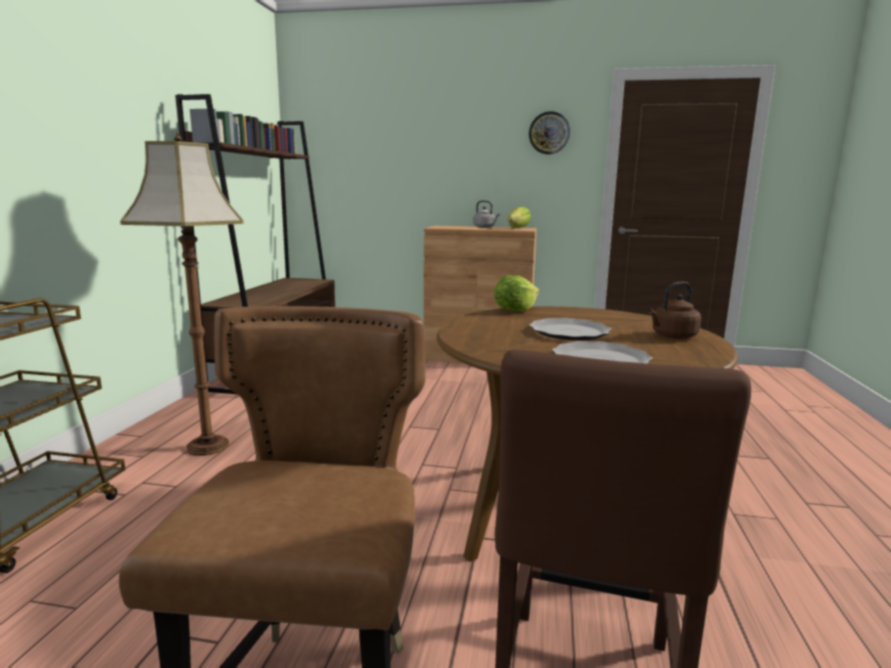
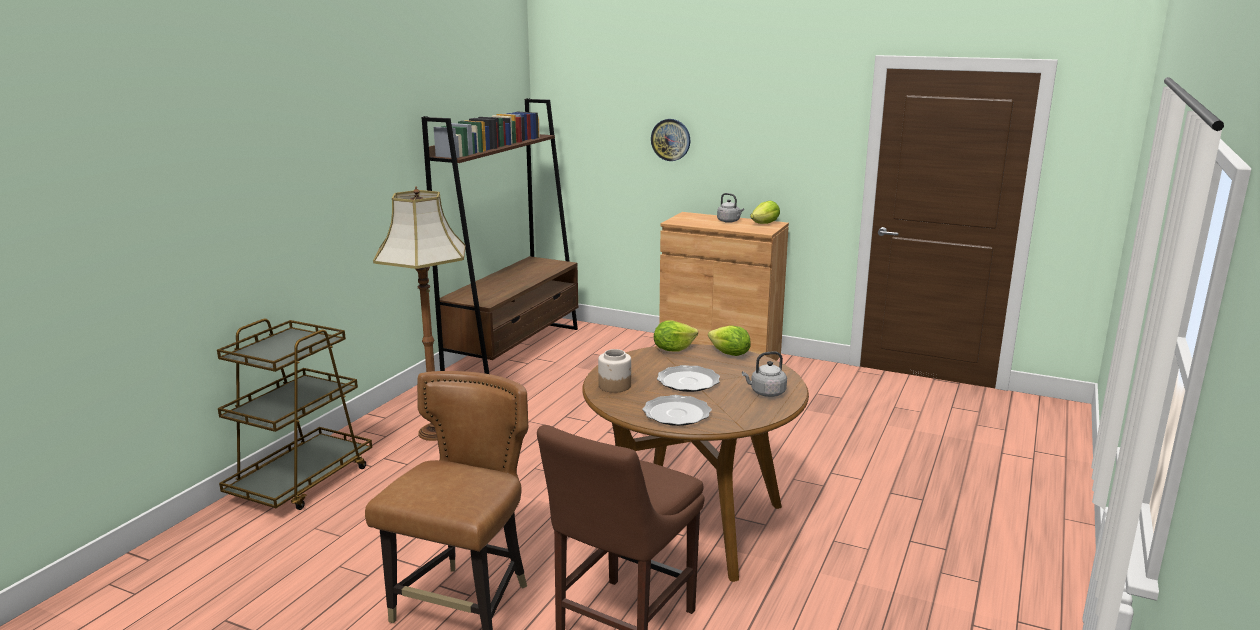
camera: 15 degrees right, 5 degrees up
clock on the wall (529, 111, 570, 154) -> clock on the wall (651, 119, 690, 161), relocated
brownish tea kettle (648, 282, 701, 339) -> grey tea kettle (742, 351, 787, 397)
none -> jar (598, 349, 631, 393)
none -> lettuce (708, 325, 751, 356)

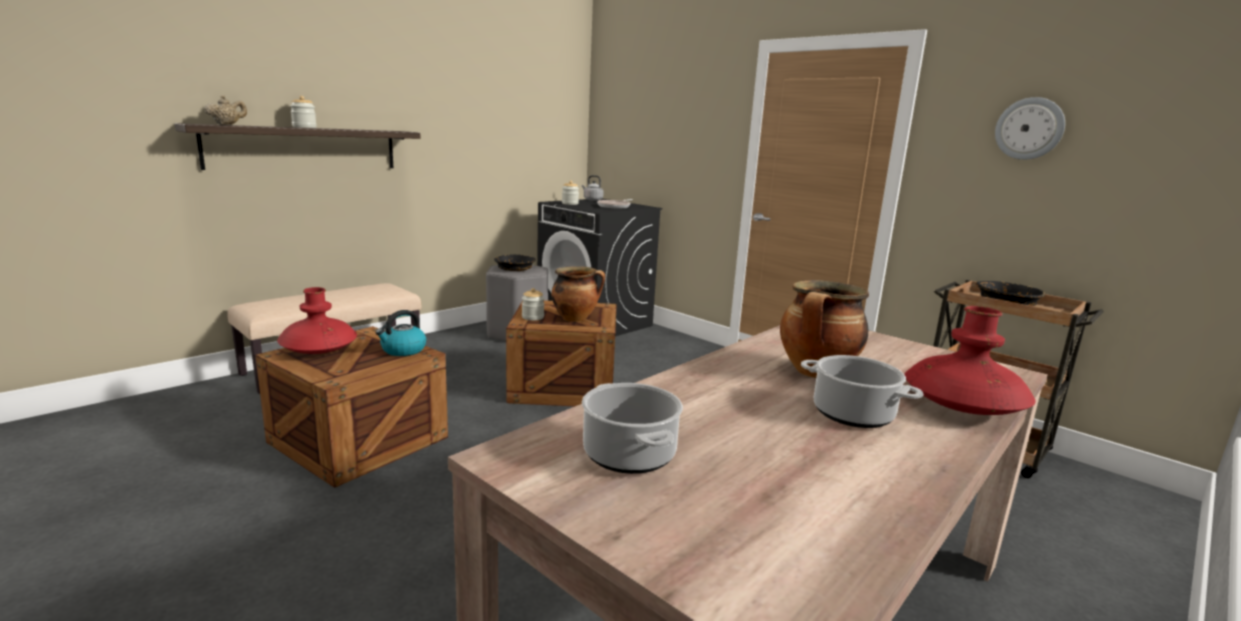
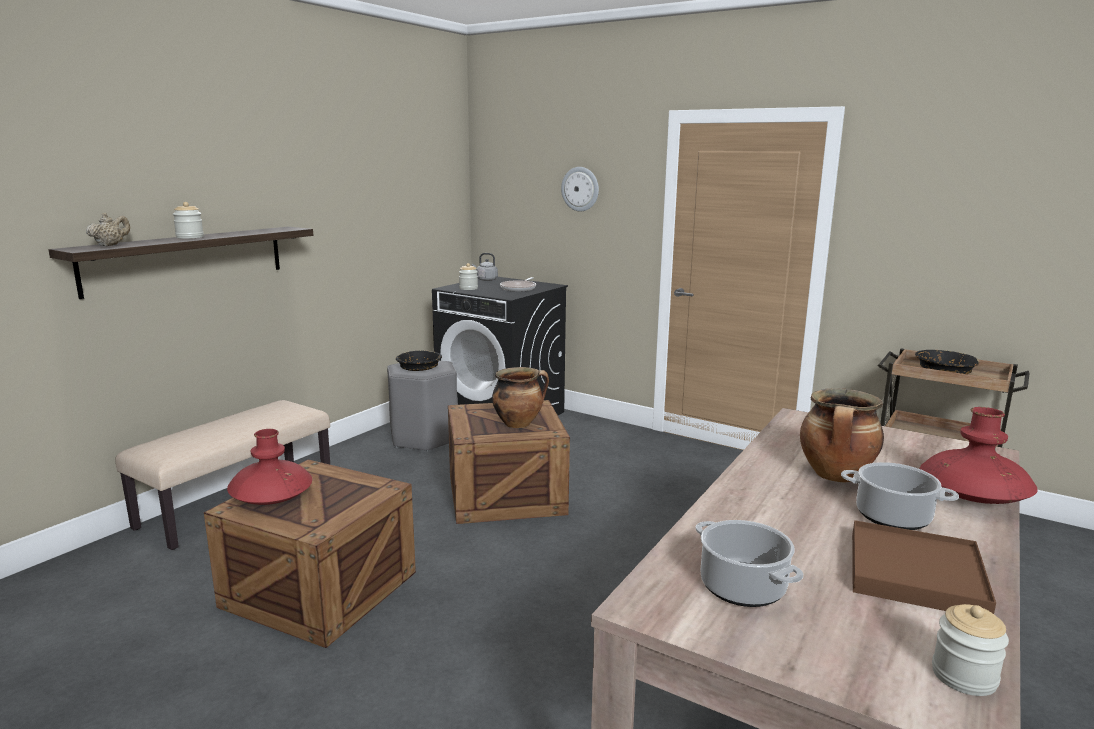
camera: 10 degrees left, 0 degrees up
tea kettle (375, 310, 426, 356) -> none
jar (522, 288, 545, 320) -> jar (932, 604, 1009, 696), relocated
clock on the wall (995, 97, 1065, 160) -> clock on the wall (561, 167, 599, 211), relocated
none -> brownish tray (852, 520, 996, 614)

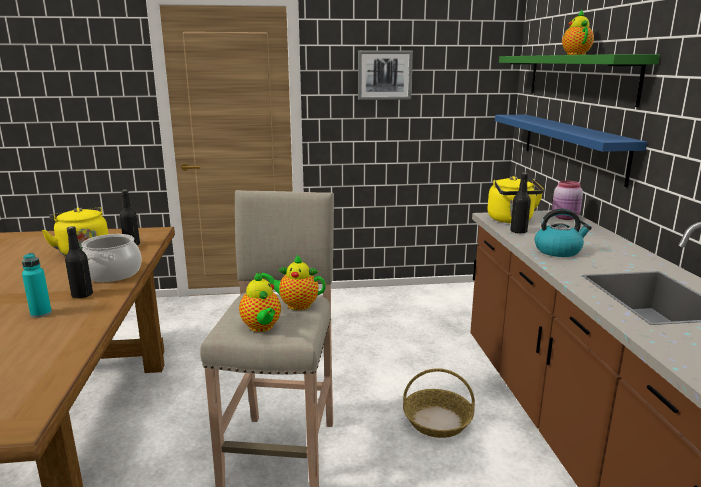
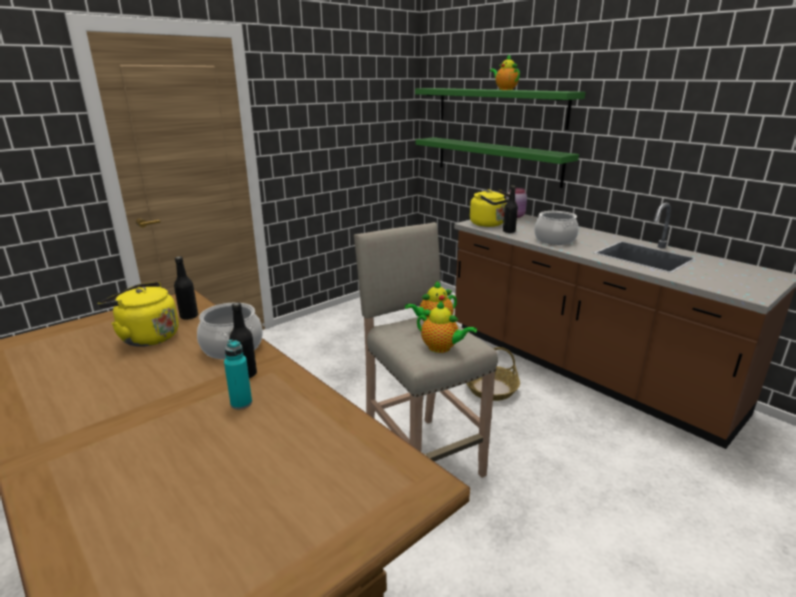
camera: 35 degrees left, 5 degrees up
wall art (358, 50, 413, 100) -> none
bluish bracket shelf (495, 115, 647, 187) -> green bracket shelf (416, 137, 579, 188)
tea kettle (535, 209, 592, 257) -> saucepot (534, 211, 579, 245)

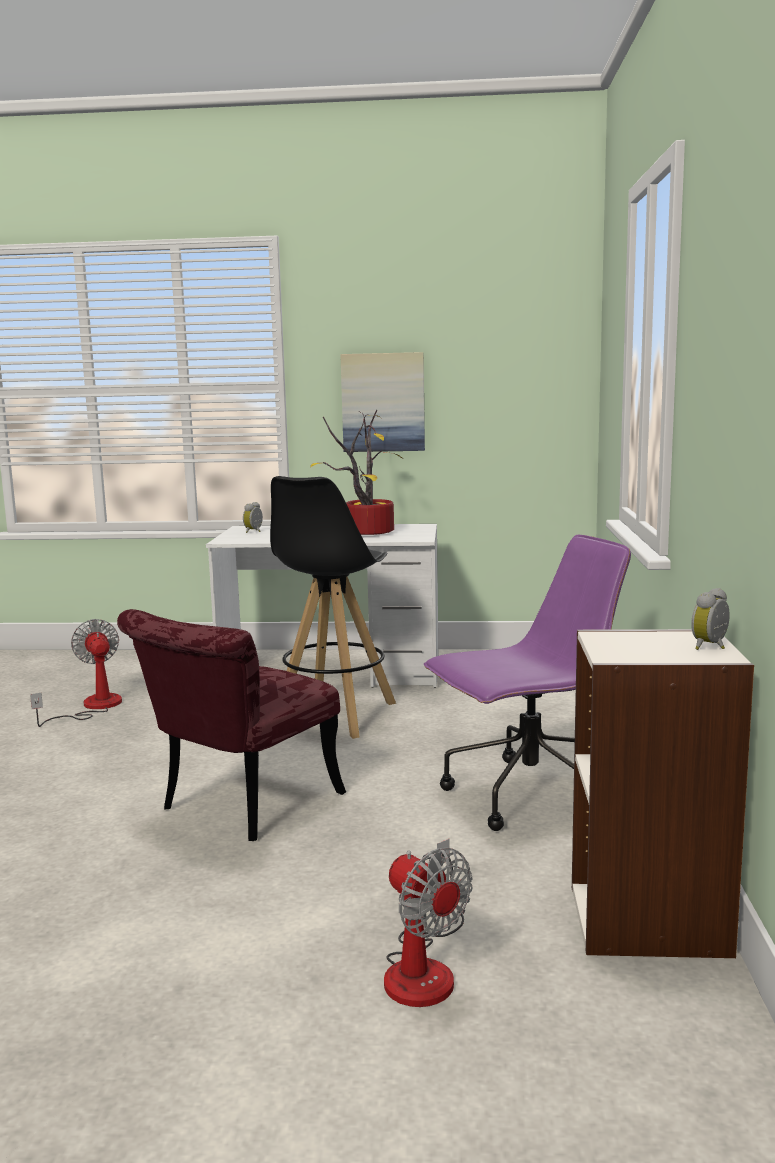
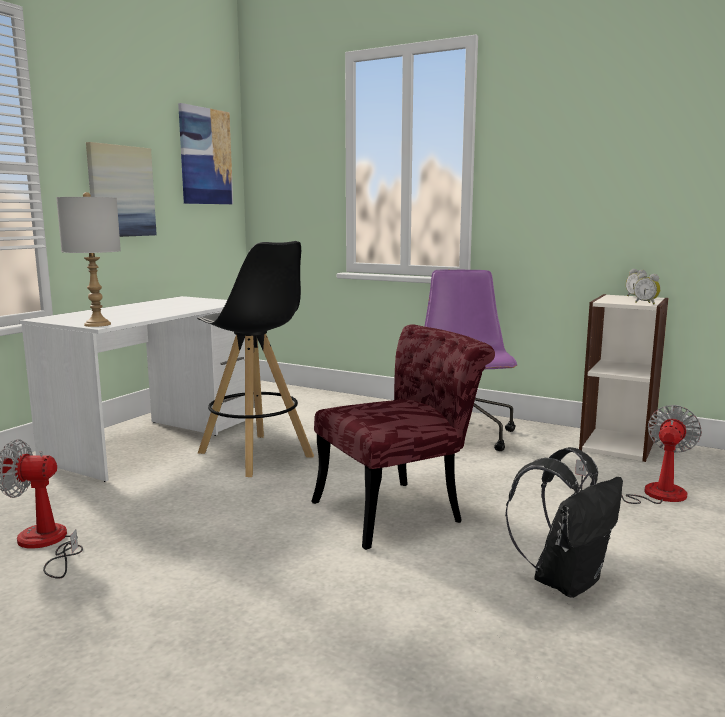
camera: 65 degrees left, 0 degrees up
reddish plain chair (117, 609, 346, 841) -> reddish plain chair (311, 325, 495, 550), 90 degrees counterclockwise
table clock (243, 502, 263, 533) -> table clock (634, 273, 660, 305), relocated
houseplant (310, 410, 402, 535) -> none
electric fan (384, 839, 473, 1007) -> electric fan (575, 405, 702, 504), 45 degrees counterclockwise
none -> grey tabletop lamp (56, 192, 121, 327)
none -> wall art (178, 103, 233, 204)
none -> black-coloured backpack (505, 447, 623, 598)

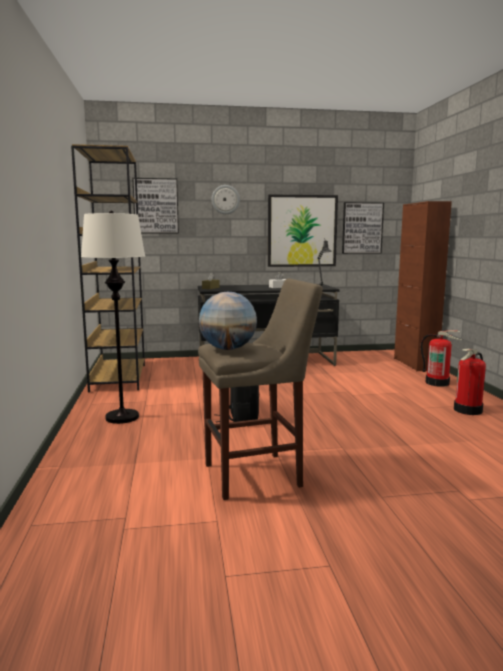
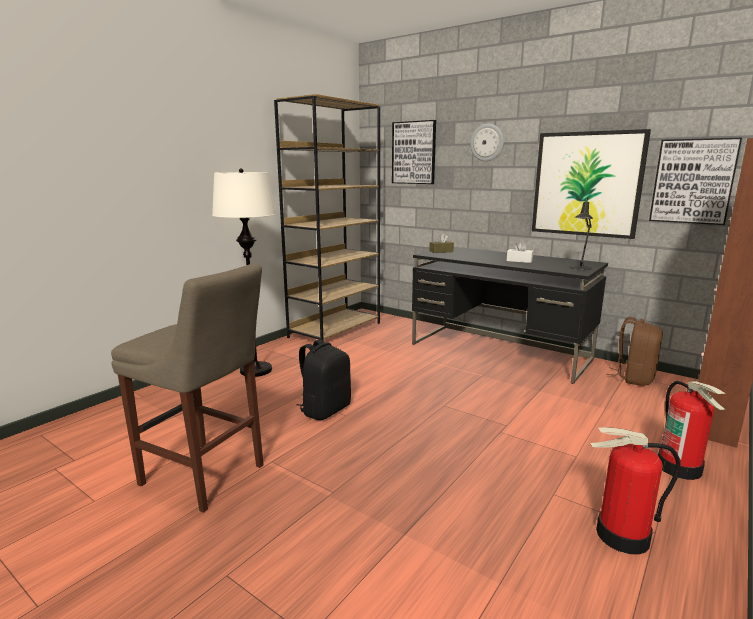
camera: 45 degrees right, 5 degrees up
globe (199, 292, 257, 350) -> none
none -> brownish backpack (606, 317, 663, 386)

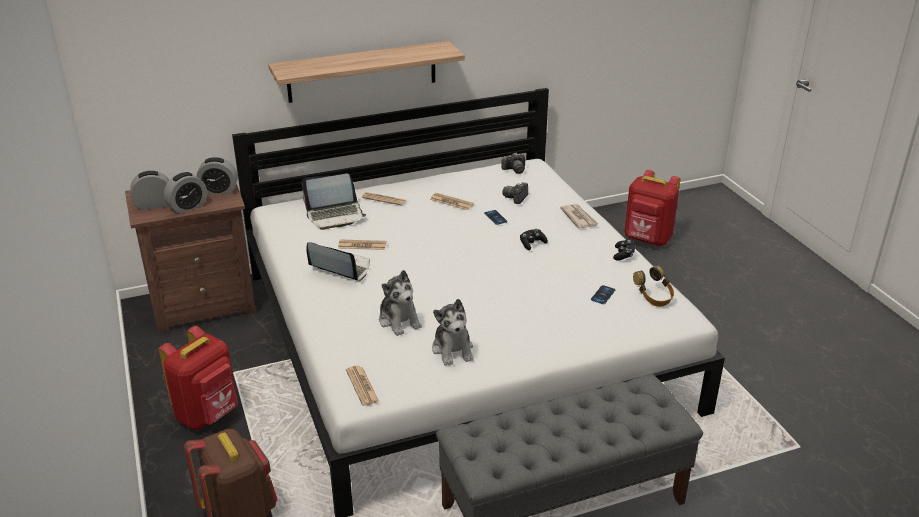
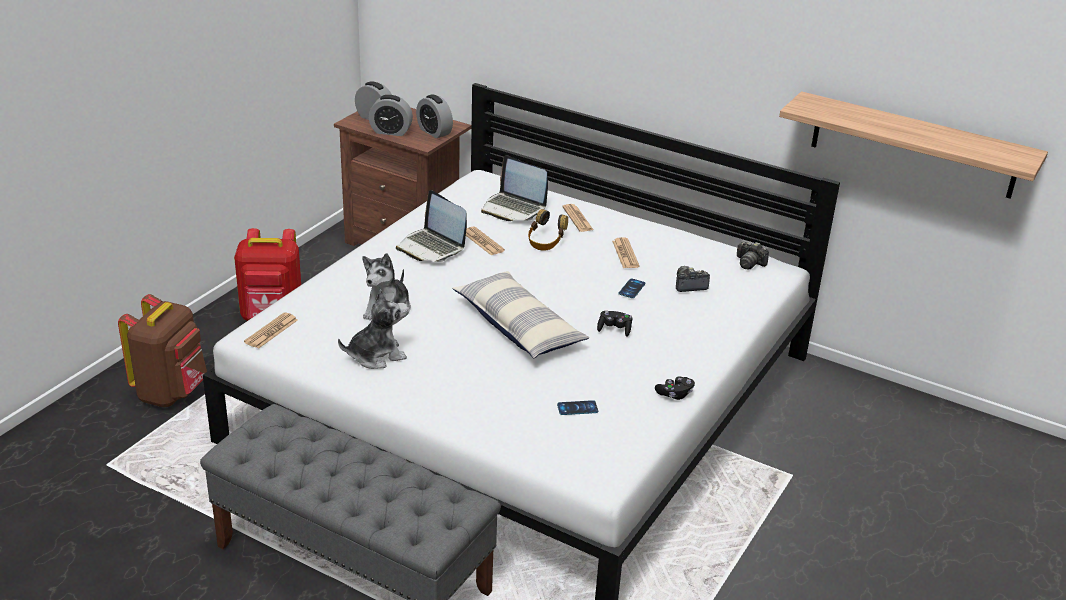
camera: 50 degrees right, 0 degrees up
bracket shelf (268, 41, 465, 103) -> bracket shelf (779, 91, 1048, 199), relocated
laptop (306, 242, 370, 282) -> laptop (396, 190, 467, 262), 150 degrees clockwise
plush toy (432, 299, 474, 366) -> plush toy (338, 289, 408, 369), 150 degrees counterclockwise
newspaper (560, 204, 598, 229) -> none
reddish backpack (625, 170, 680, 246) -> none
headphones (633, 266, 674, 307) -> headphones (528, 209, 568, 251), relocated
none -> throw pillow (452, 271, 589, 358)

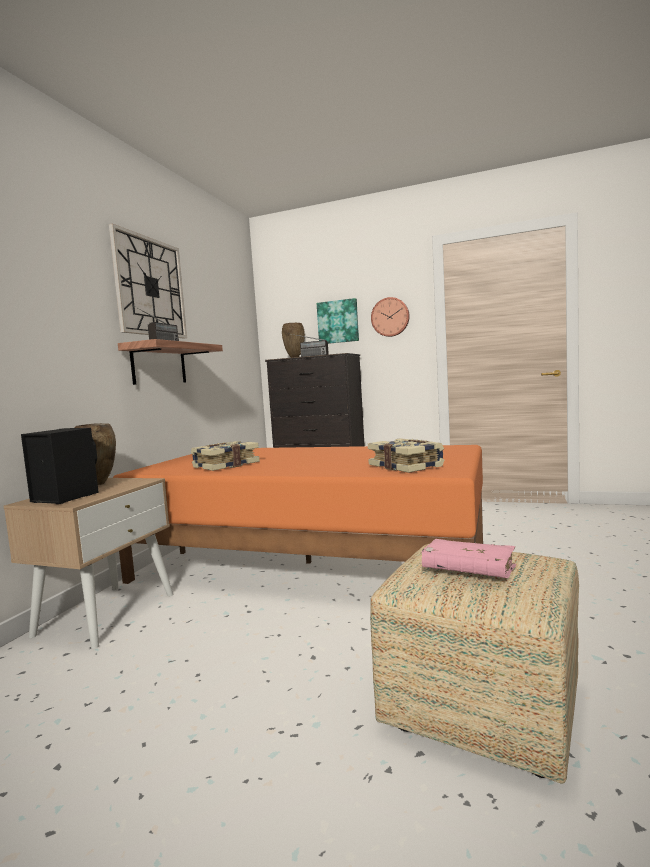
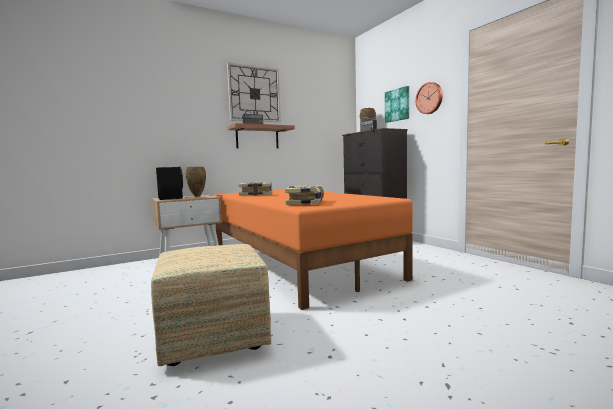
camera: 40 degrees right, 0 degrees up
pink-coloured volume (422, 539, 516, 578) -> none

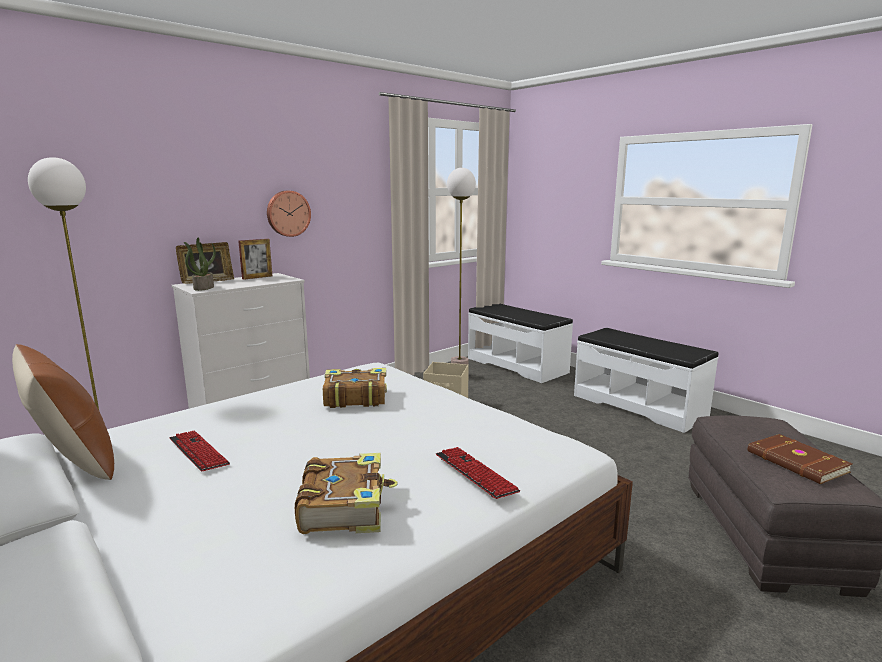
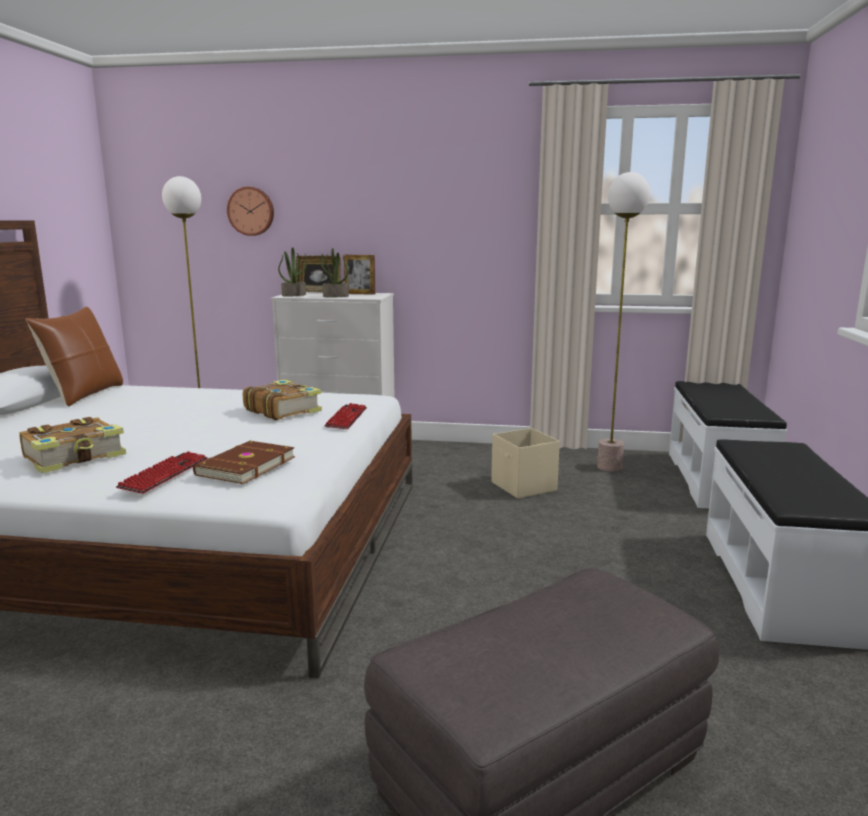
camera: 50 degrees right, 0 degrees up
PC keyboard (169, 430, 230, 472) -> PC keyboard (324, 403, 367, 429), relocated
clock on the wall (267, 191, 311, 237) -> clock on the wall (227, 187, 274, 236), relocated
brownish volume (748, 434, 852, 484) -> brownish volume (193, 441, 295, 484), relocated
none -> houseplant (321, 248, 349, 297)

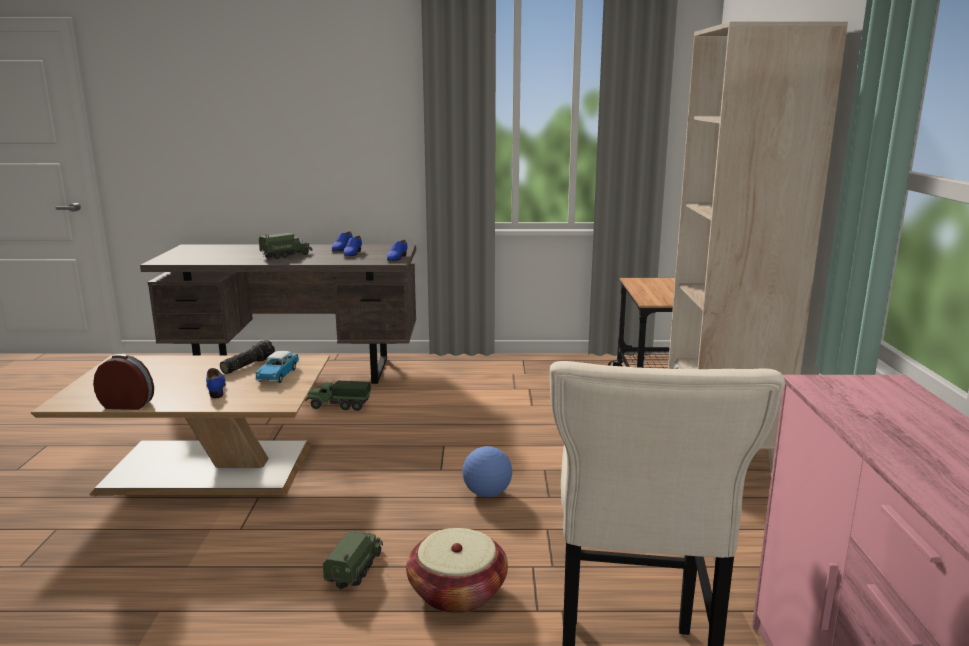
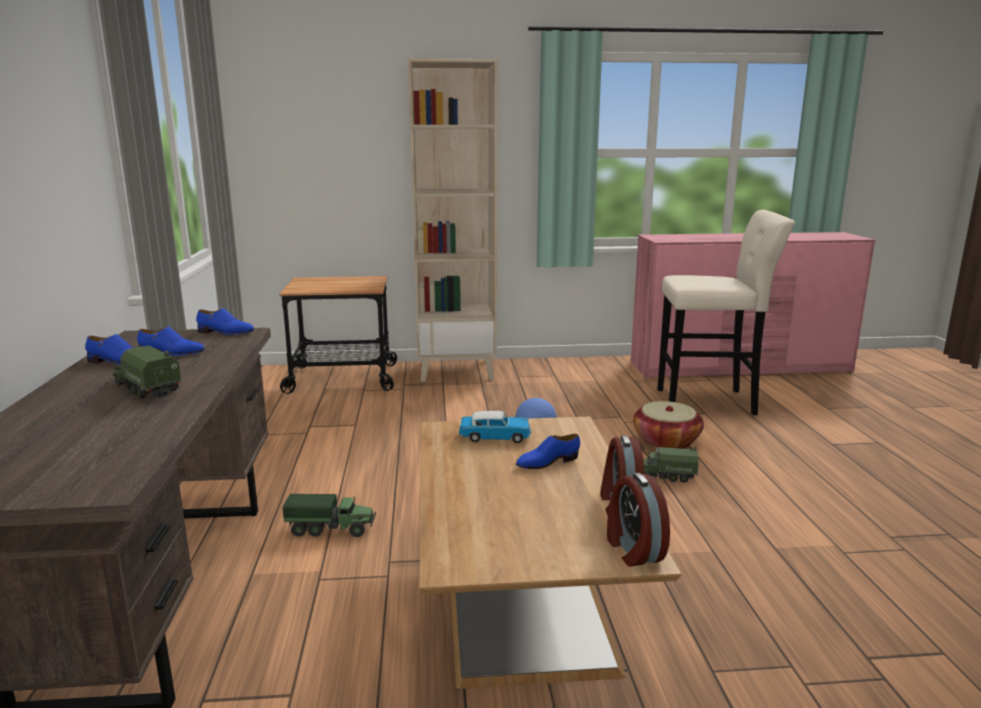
camera: 95 degrees left, 0 degrees up
flashlight (220, 340, 275, 374) -> none
toy truck (305, 381, 371, 411) -> toy truck (283, 494, 376, 537), 90 degrees counterclockwise
none -> table clock (607, 473, 670, 567)

